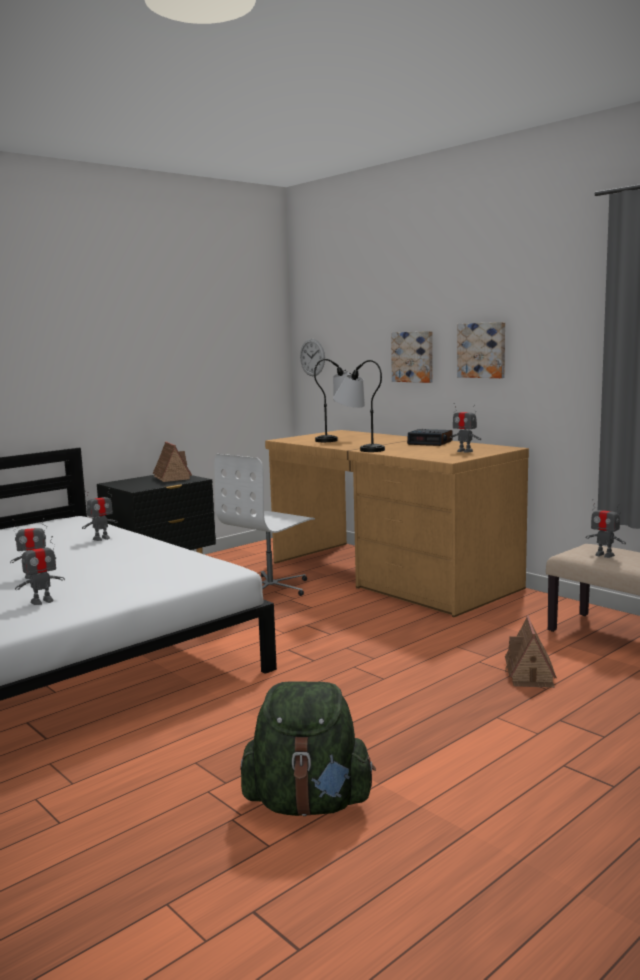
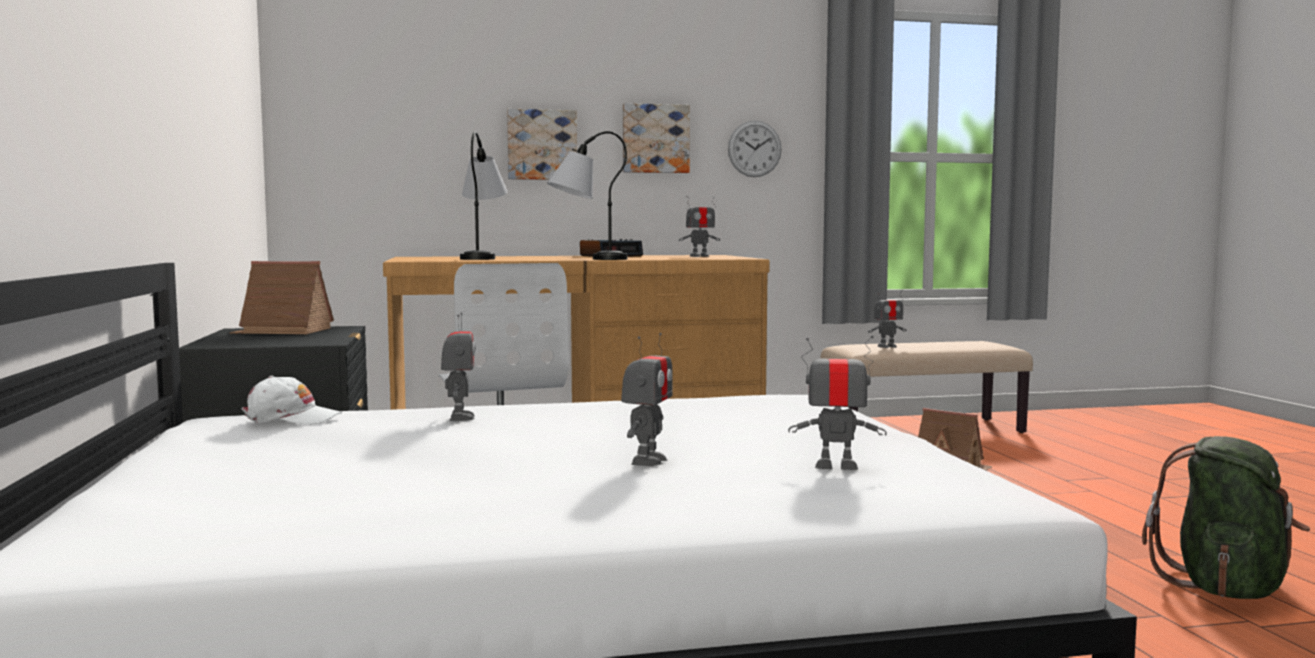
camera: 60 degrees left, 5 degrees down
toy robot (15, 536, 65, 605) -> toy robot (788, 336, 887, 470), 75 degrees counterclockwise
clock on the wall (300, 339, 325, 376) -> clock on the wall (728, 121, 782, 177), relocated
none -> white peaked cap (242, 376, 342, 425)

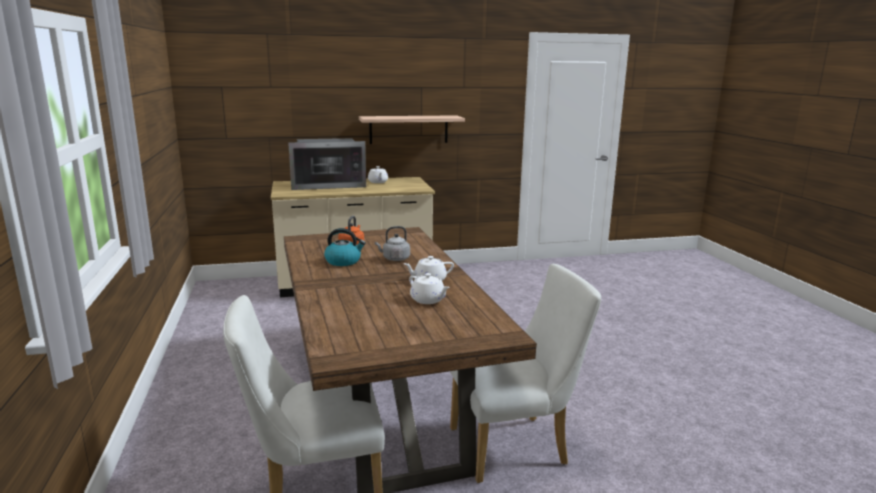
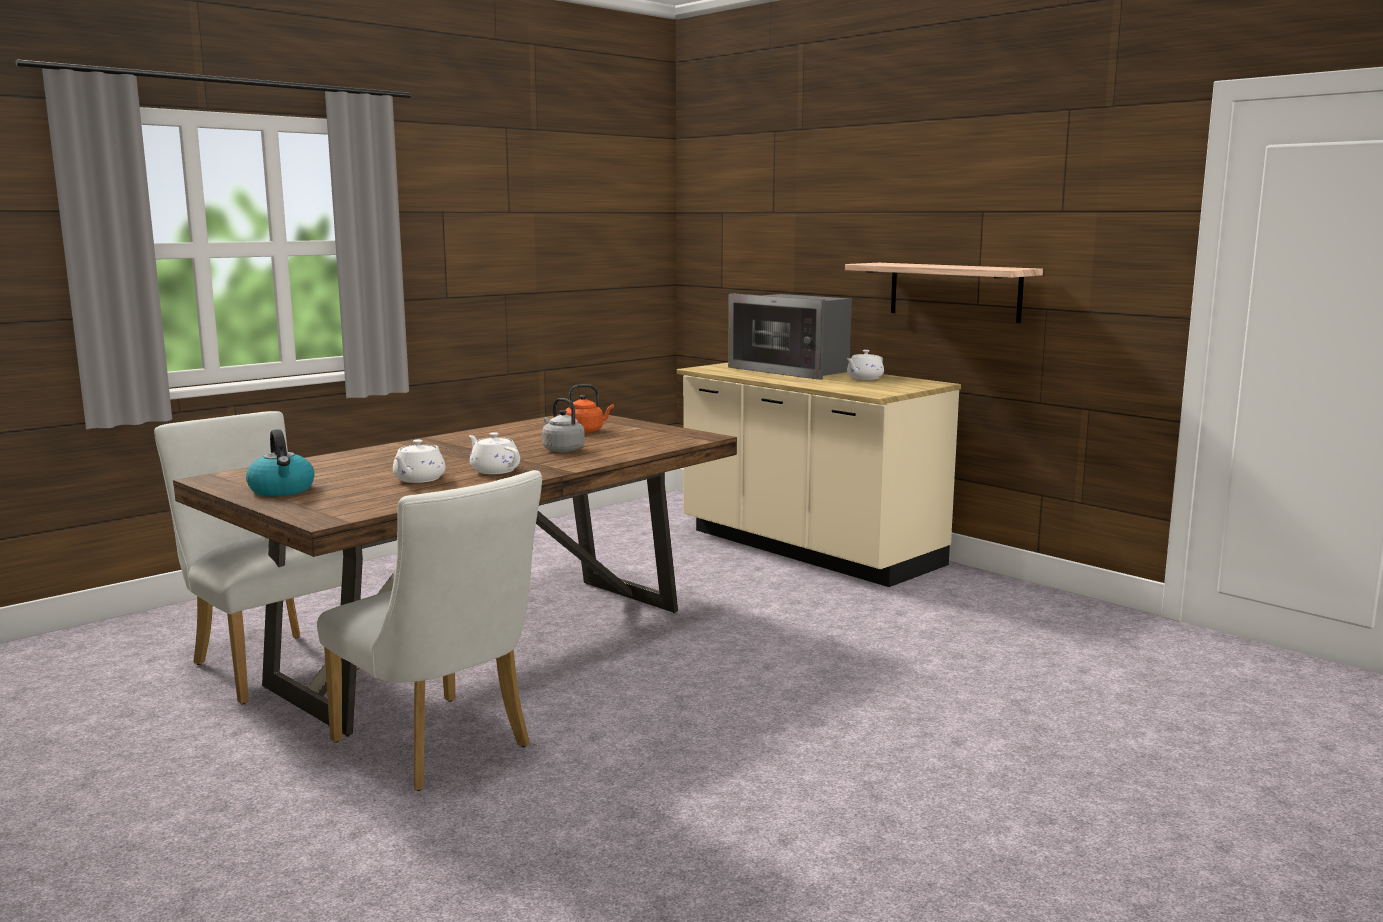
camera: 60 degrees right, 5 degrees down
tea kettle (324, 228, 366, 266) -> tea kettle (246, 429, 314, 496), relocated

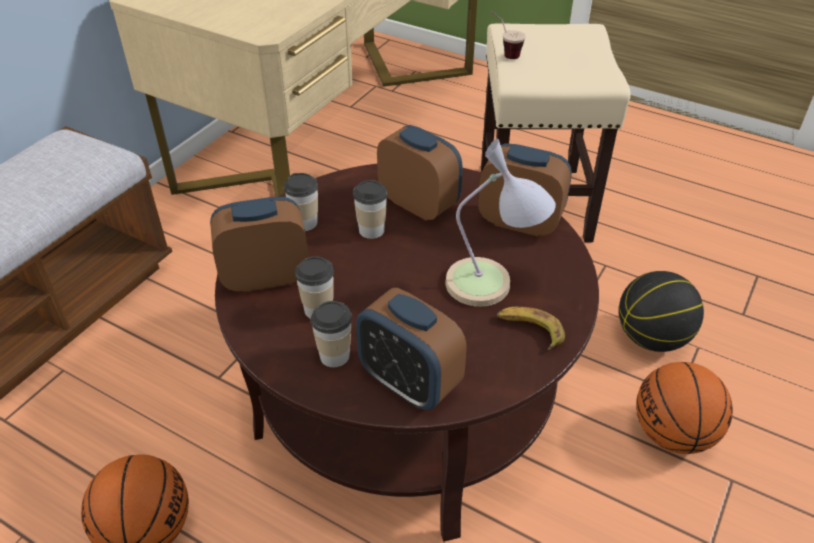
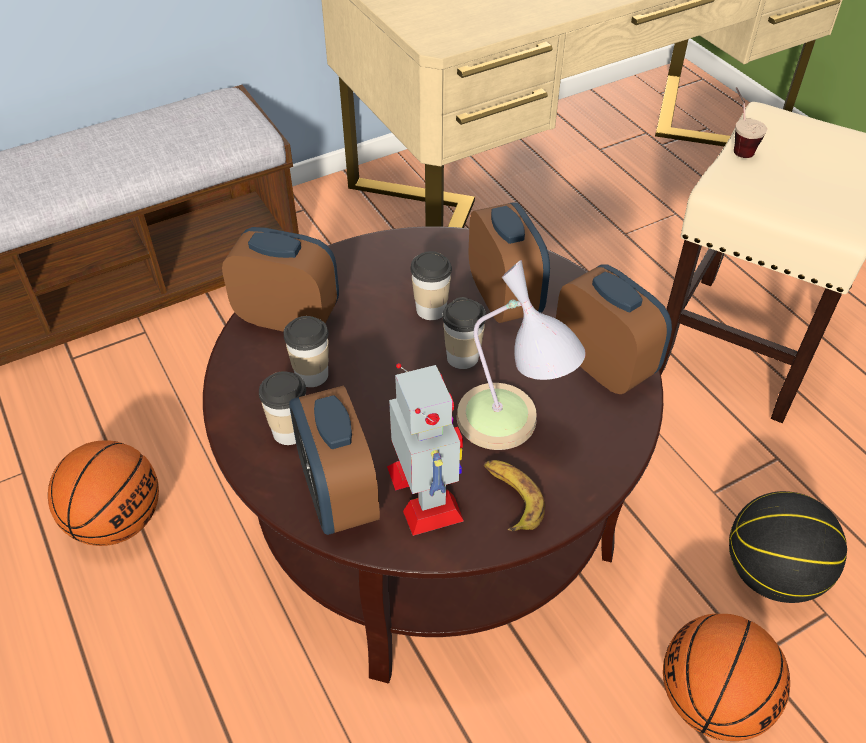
camera: 30 degrees right, 5 degrees up
small cup (284, 173, 318, 231) -> small cup (442, 297, 486, 369), relocated
none -> toy robot (387, 363, 464, 536)

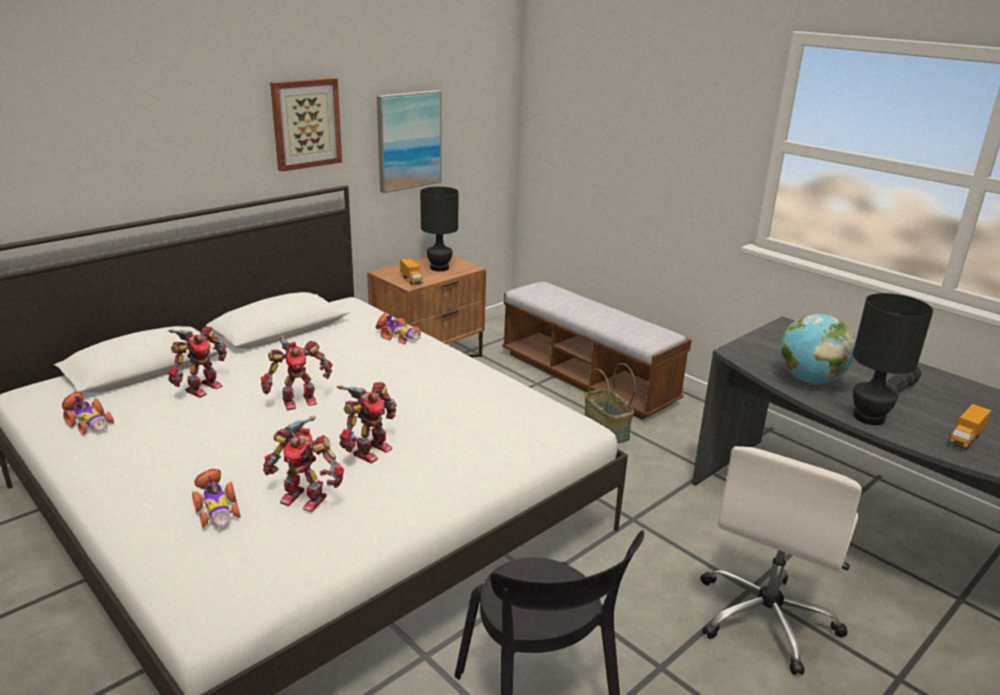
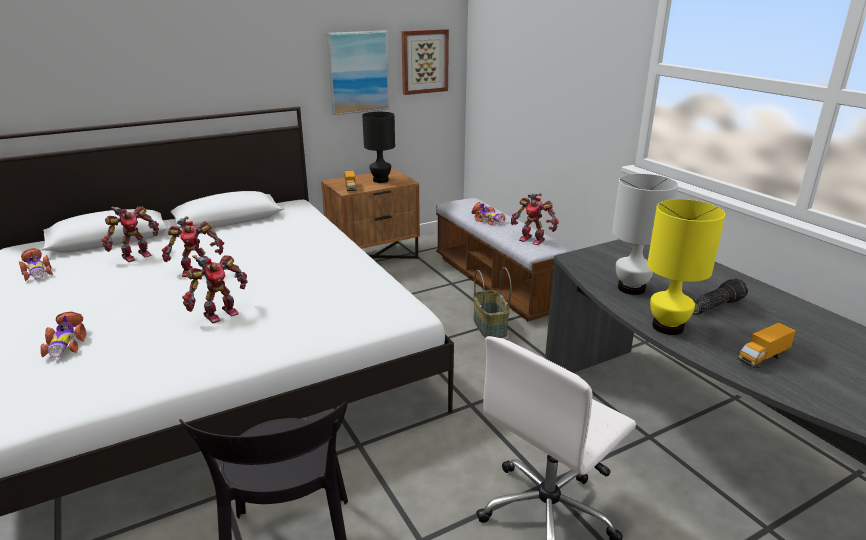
camera: 15 degrees right, 0 degrees up
toy robot (263, 416, 344, 512) -> toy robot (511, 193, 559, 245), relocated
wall art (270, 78, 342, 172) -> wall art (401, 29, 449, 95), relocated
toy car (376, 313, 421, 344) -> toy car (472, 202, 505, 225), relocated
globe (781, 314, 855, 384) -> white tabletop lamp (612, 174, 678, 295)
black-coloured tabletop lamp (853, 293, 933, 425) -> yellowish tabletop lamp (647, 199, 725, 335)

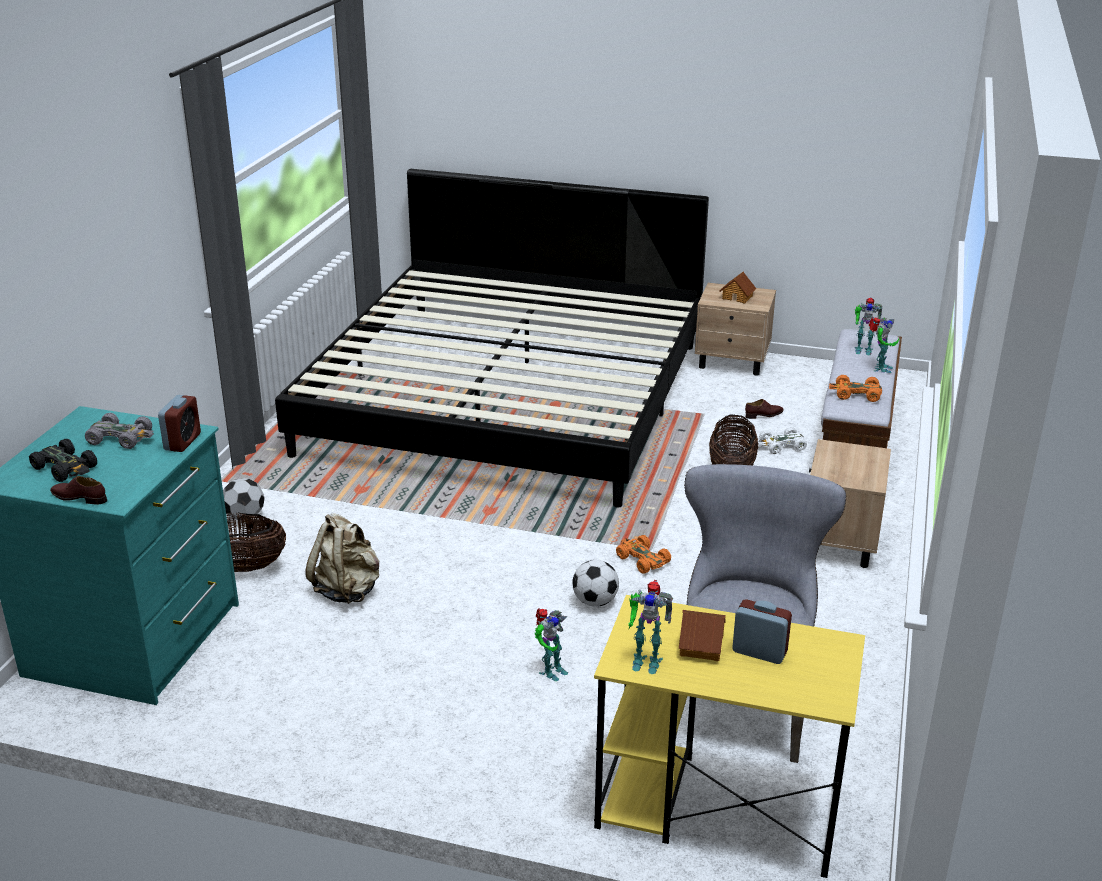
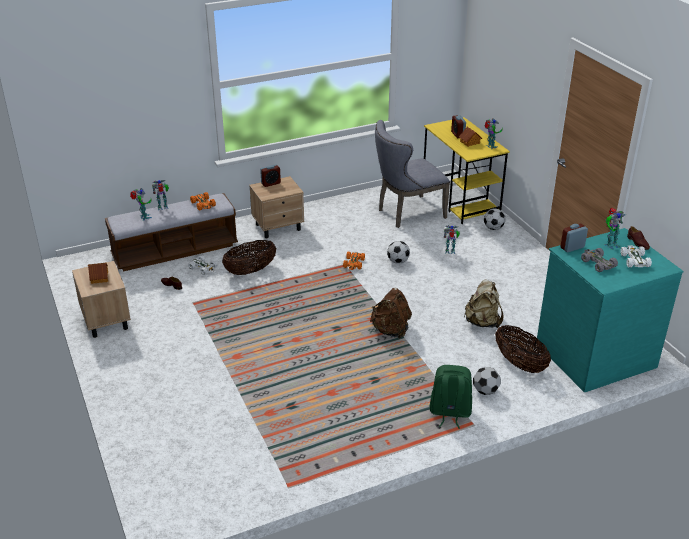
camera: 130 degrees left, 5 degrees up
black-coloured toy car (29, 439, 97, 482) -> white toy car (620, 245, 652, 267)
sleeping bed (275, 169, 709, 508) -> none
none -> table clock (260, 164, 281, 187)
none -> brownish backpack (370, 288, 412, 339)
none -> green backpack (430, 365, 472, 429)
none -> ball for football (484, 209, 505, 230)
none -> toy robot (604, 208, 626, 250)

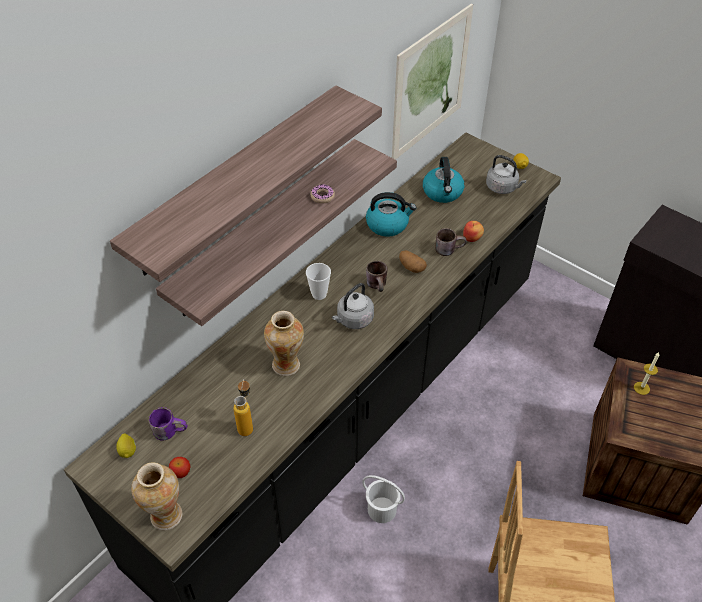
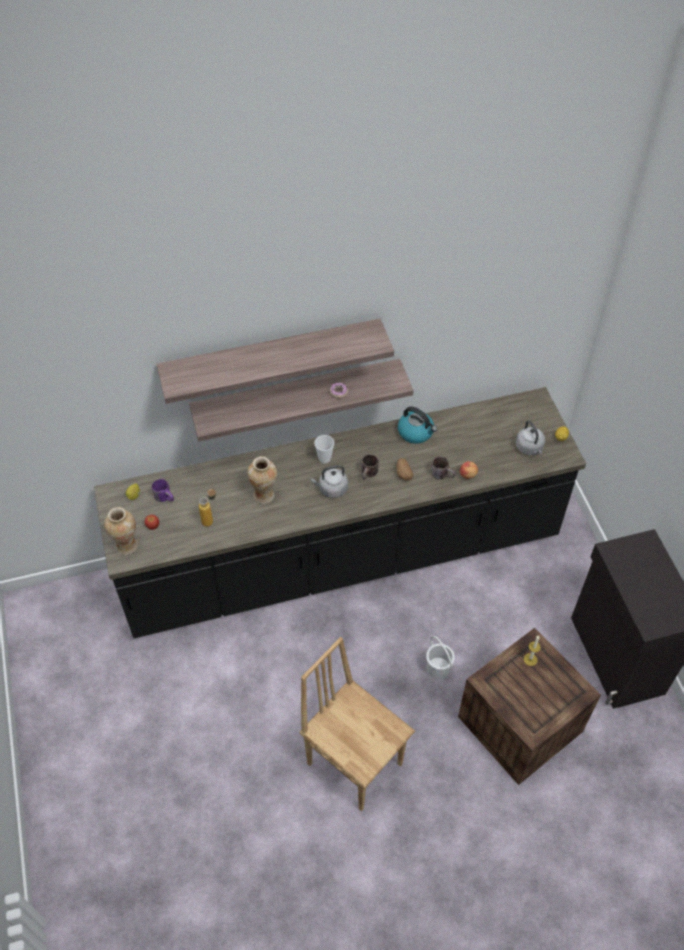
camera: 35 degrees right, 5 degrees up
white pail (362, 475, 405, 523) -> white pail (426, 636, 455, 679), relocated
wall art (392, 3, 473, 160) -> none
tea kettle (423, 157, 464, 203) -> none

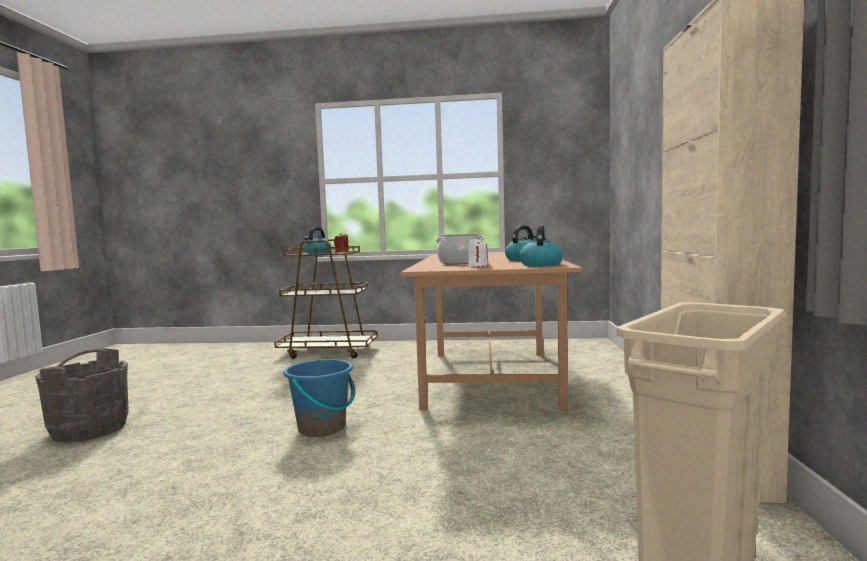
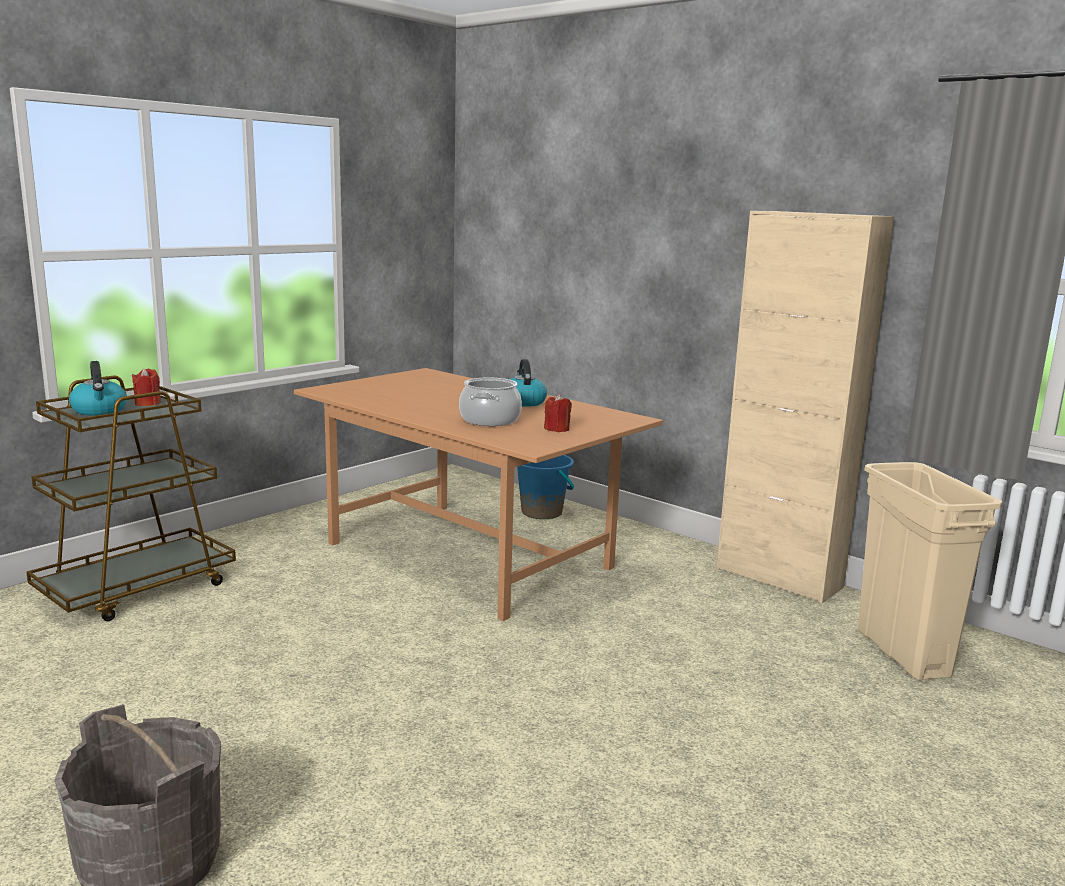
camera: 55 degrees left, 10 degrees up
bluish pail (284, 359, 355, 437) -> bluish pail (517, 455, 574, 519), relocated
white wax candle (467, 237, 488, 267) -> reddish wax candle (544, 394, 572, 432)
tea kettle (519, 224, 563, 267) -> none

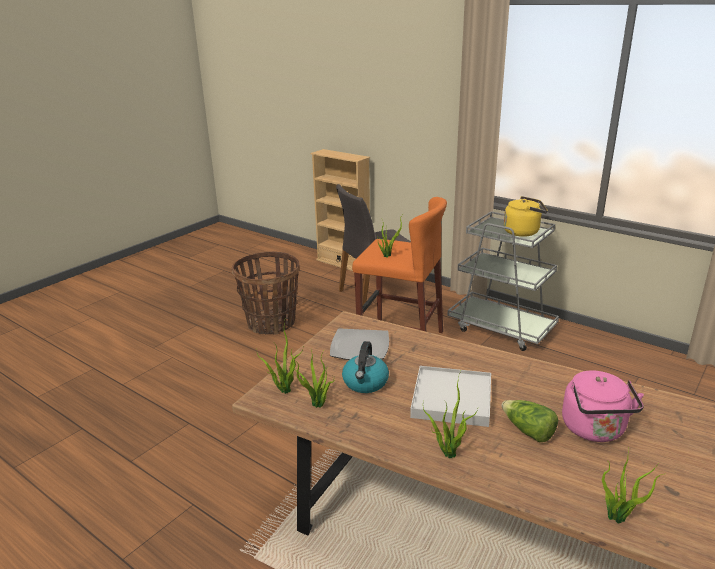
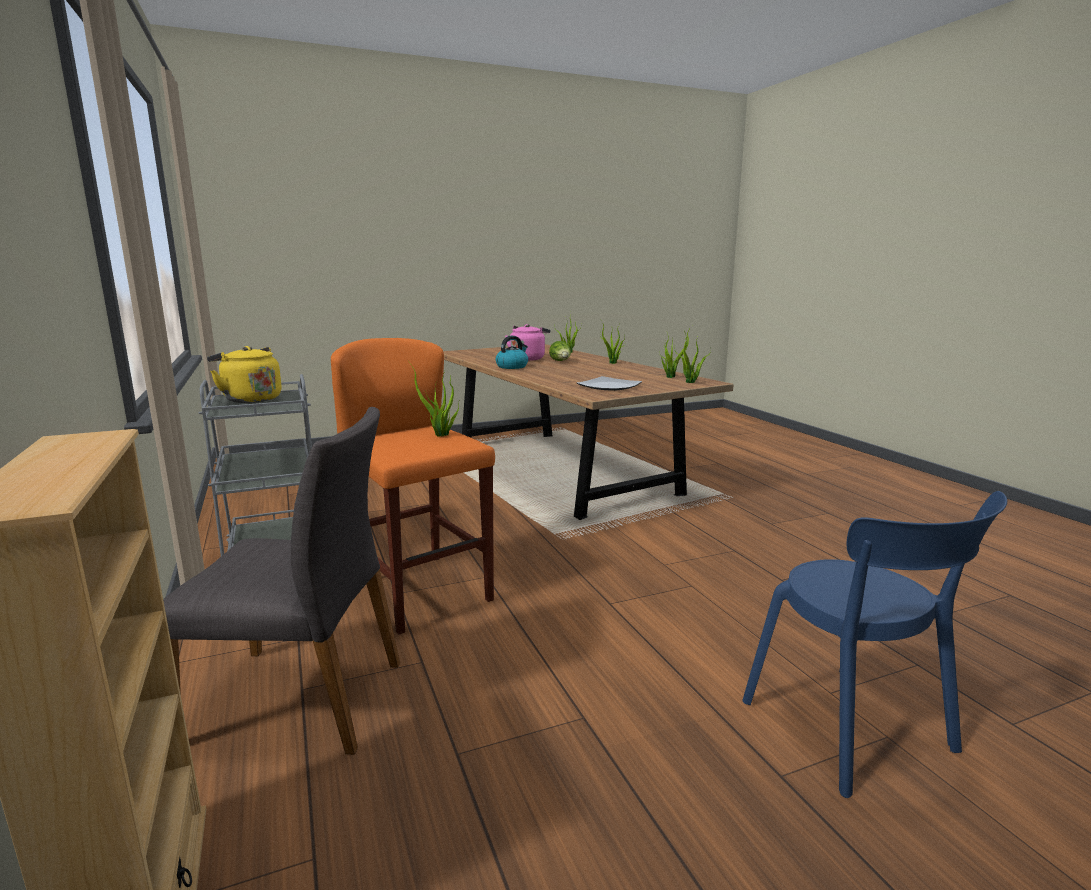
camera: 150 degrees left, 10 degrees down
basket (232, 252, 300, 334) -> none
tea kettle (342, 341, 389, 393) -> tea kettle (496, 336, 528, 369), relocated
white tray (410, 366, 491, 427) -> none
none -> bluish plain chair (742, 491, 1007, 798)

